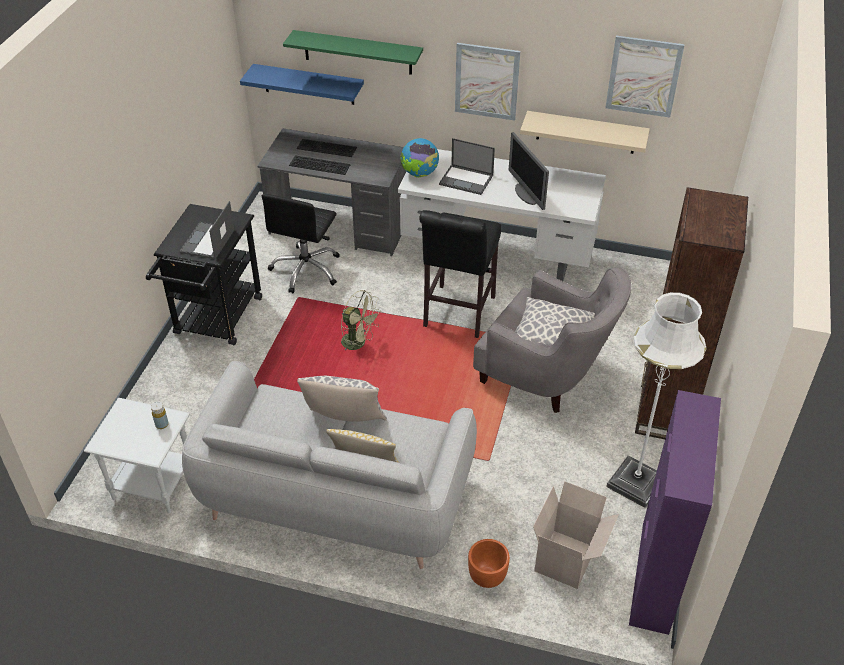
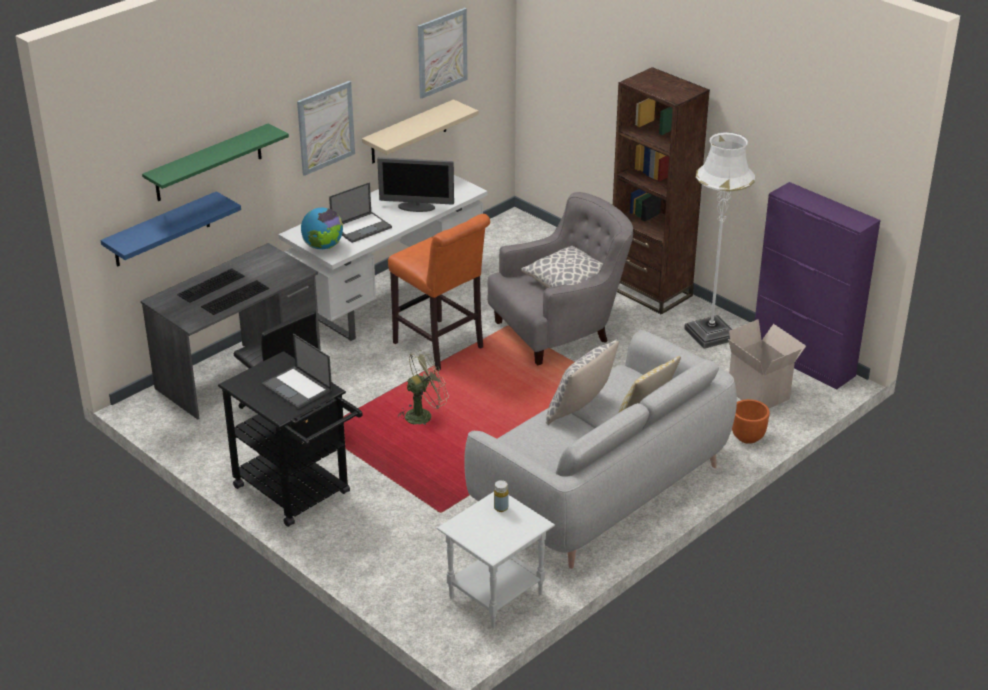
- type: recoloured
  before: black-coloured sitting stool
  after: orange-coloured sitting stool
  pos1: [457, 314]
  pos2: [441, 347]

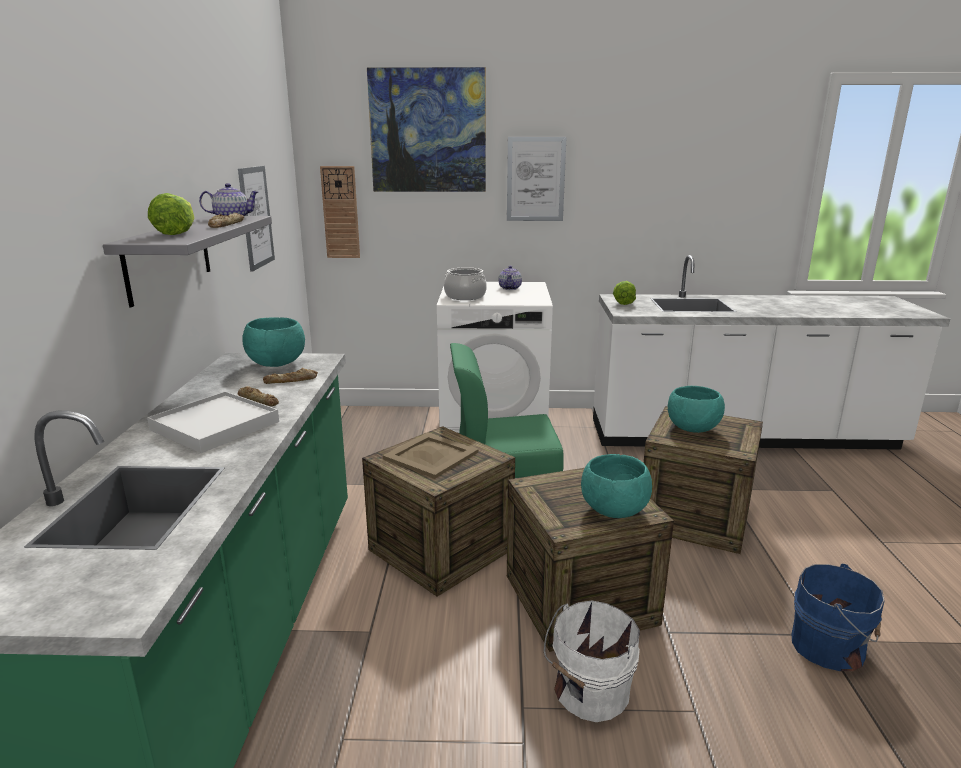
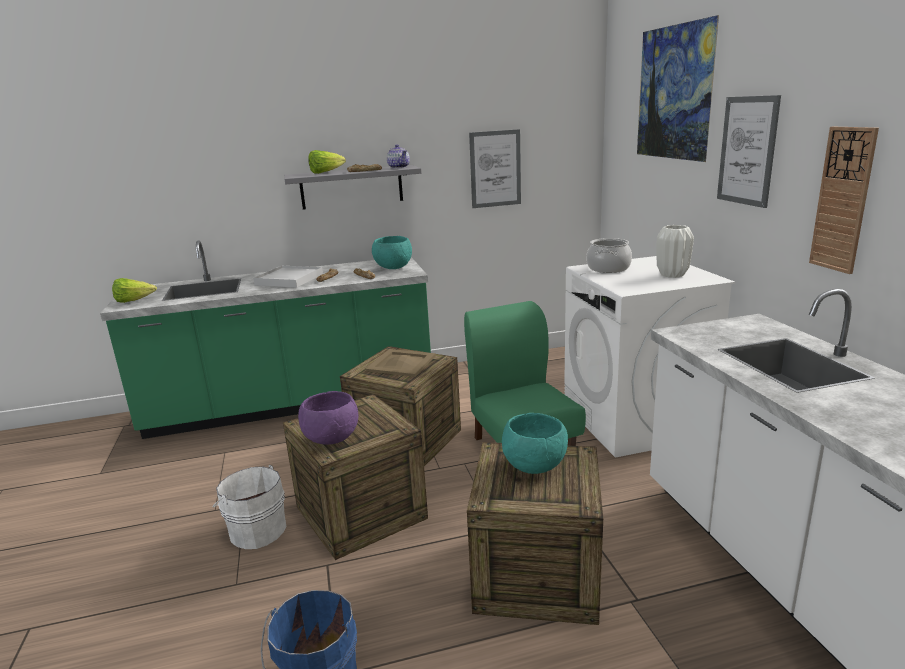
- type: moved
  before: wall clock
  pos1: [340, 212]
  pos2: [843, 200]
- type: replaced
  before: tea pot
  after: whitish vase
  pos1: [510, 288]
  pos2: [672, 275]
- type: moved
  before: lettuce head
  pos1: [623, 302]
  pos2: [134, 301]
- type: recoloured
  before: turquoise bowl
  after: purplish bowl
  pos1: [614, 510]
  pos2: [332, 439]

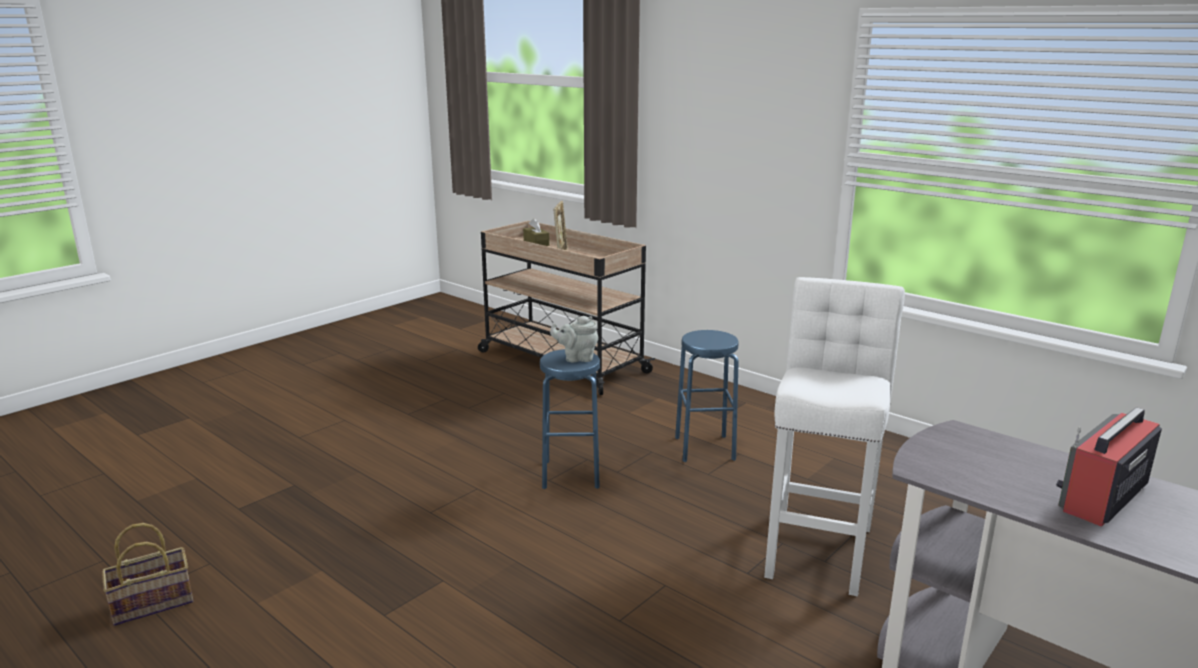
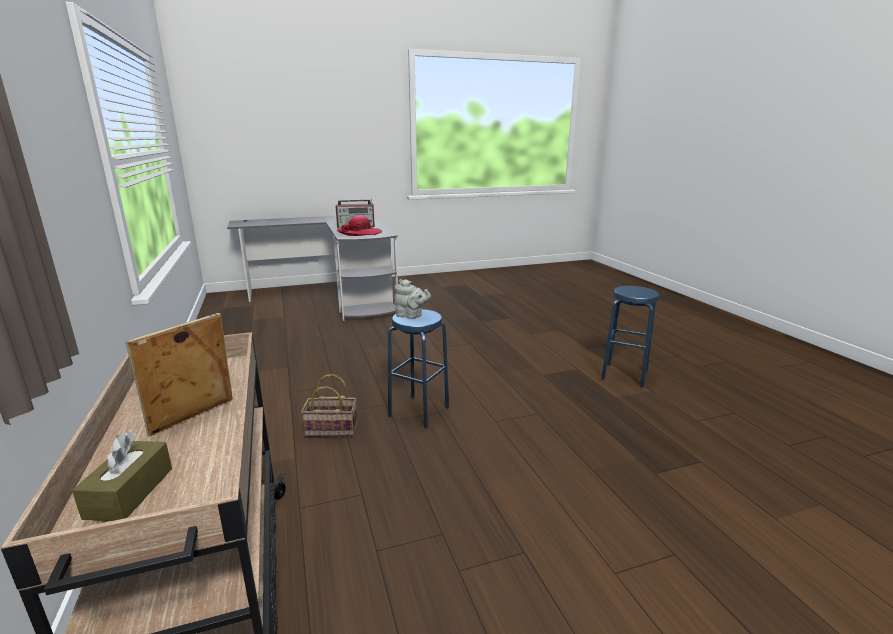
- type: removed
  before: whitish sitting stool
  pos1: [819, 546]
- type: moved
  before: blue-coloured sitting stool
  pos1: [704, 448]
  pos2: [624, 375]
- type: moved
  before: household basket
  pos1: [155, 602]
  pos2: [330, 430]
- type: added
  after: clothing hat
  pos2: [360, 233]

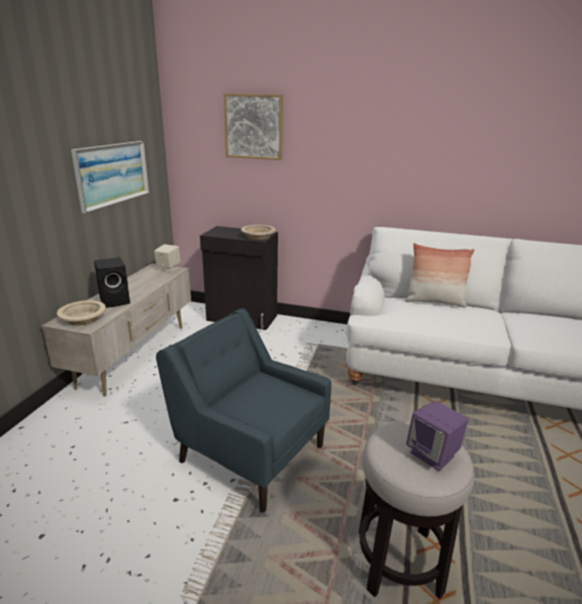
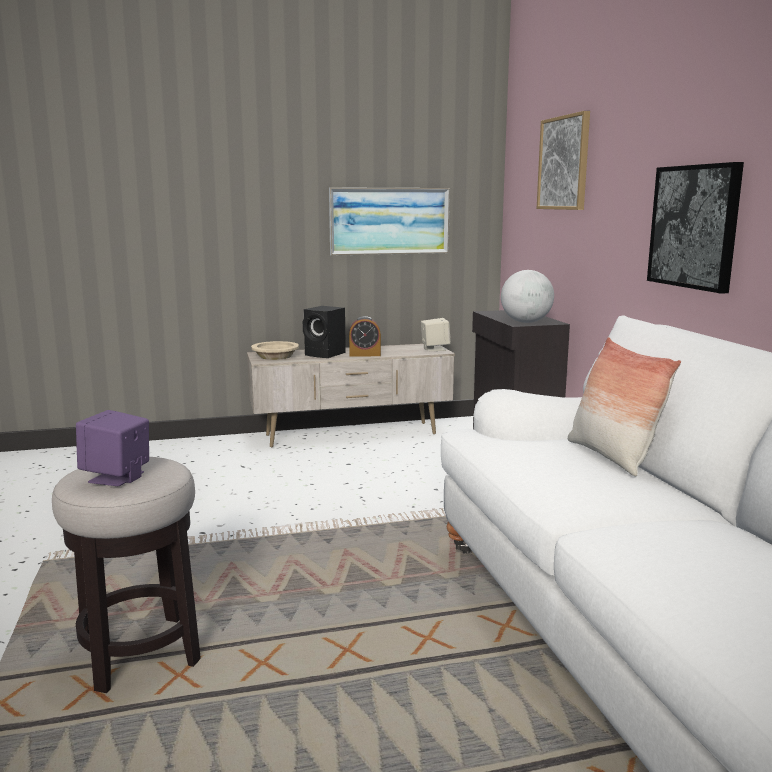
- type: replaced
  before: sand-coloured bowl
  after: desk globe
  pos1: [258, 236]
  pos2: [526, 322]
- type: removed
  before: blue-coloured easy chair
  pos1: [249, 451]
- type: added
  after: wall art
  pos2: [694, 226]
- type: added
  after: alarm clock
  pos2: [365, 355]

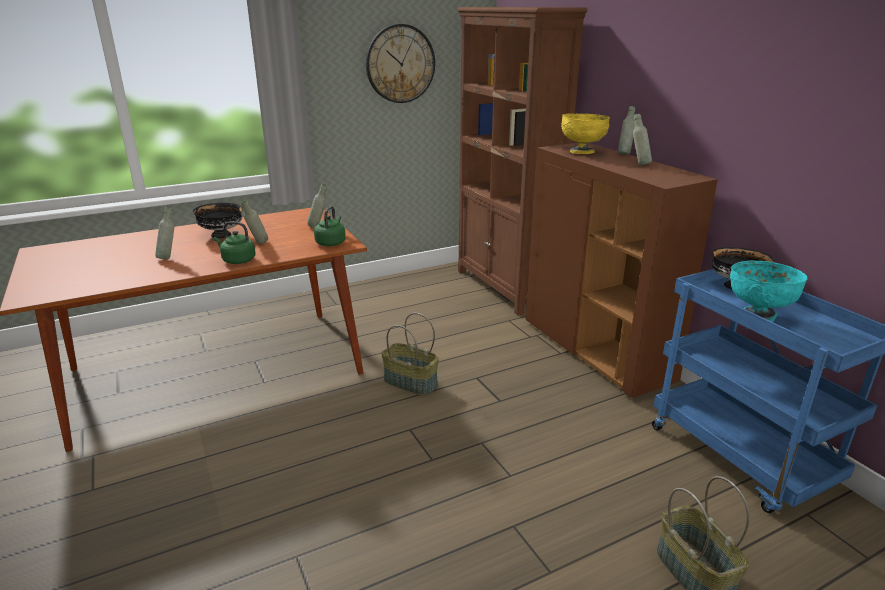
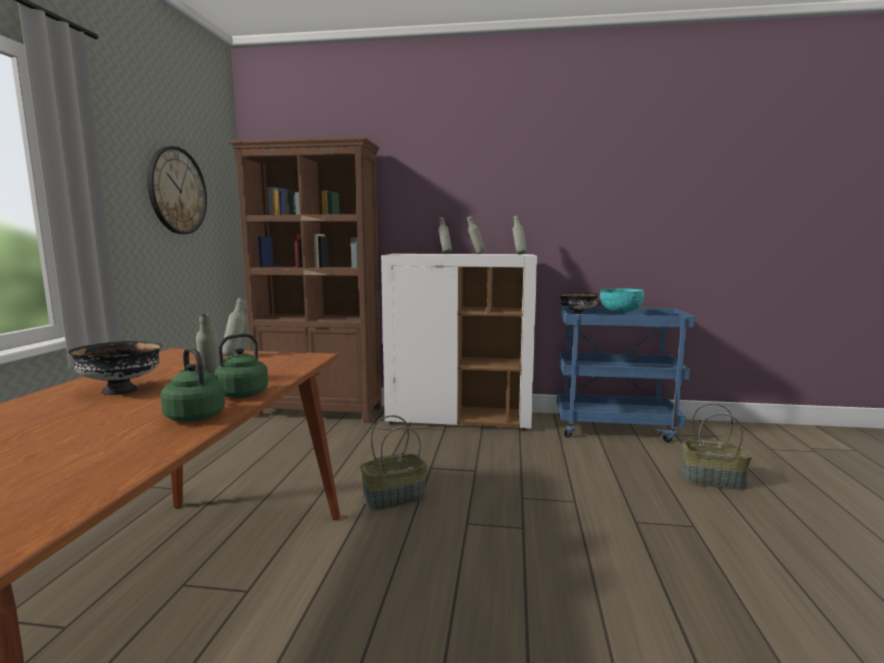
- type: removed
  before: yellow-coloured bowl
  pos1: [582, 152]
- type: recoloured
  before: brown storage cabinet
  after: whitish storage cabinet
  pos1: [596, 351]
  pos2: [460, 419]
- type: moved
  before: green-coloured kettle
  pos1: [331, 242]
  pos2: [194, 416]
- type: moved
  before: gray drink bottle
  pos1: [169, 257]
  pos2: [518, 254]

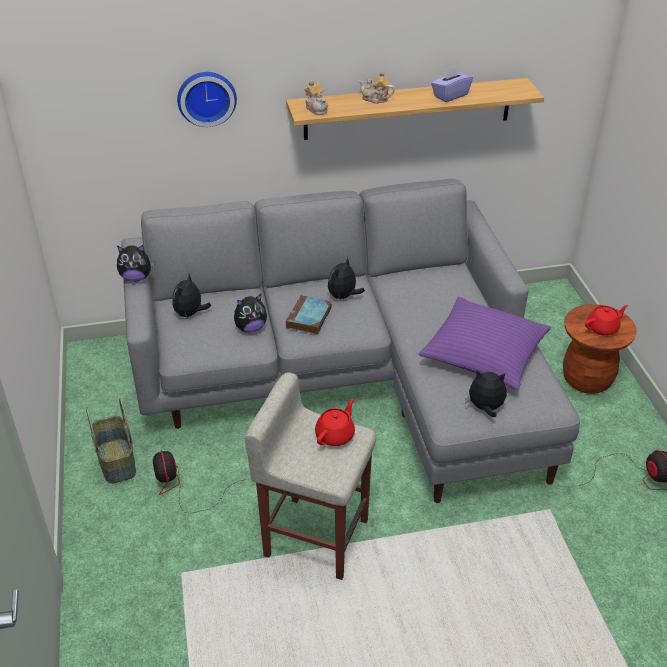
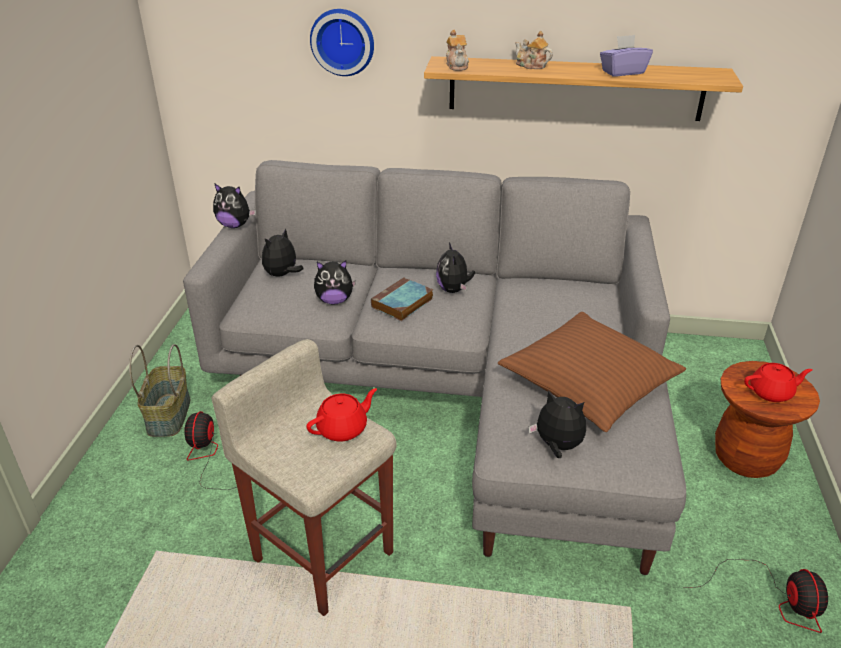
- type: turned
  before: plush toy
  pos1: [343, 296]
  pos2: [454, 290]
  turn: -60
- type: recoloured
  before: purplish throw pillow
  after: brown throw pillow
  pos1: [484, 353]
  pos2: [589, 382]

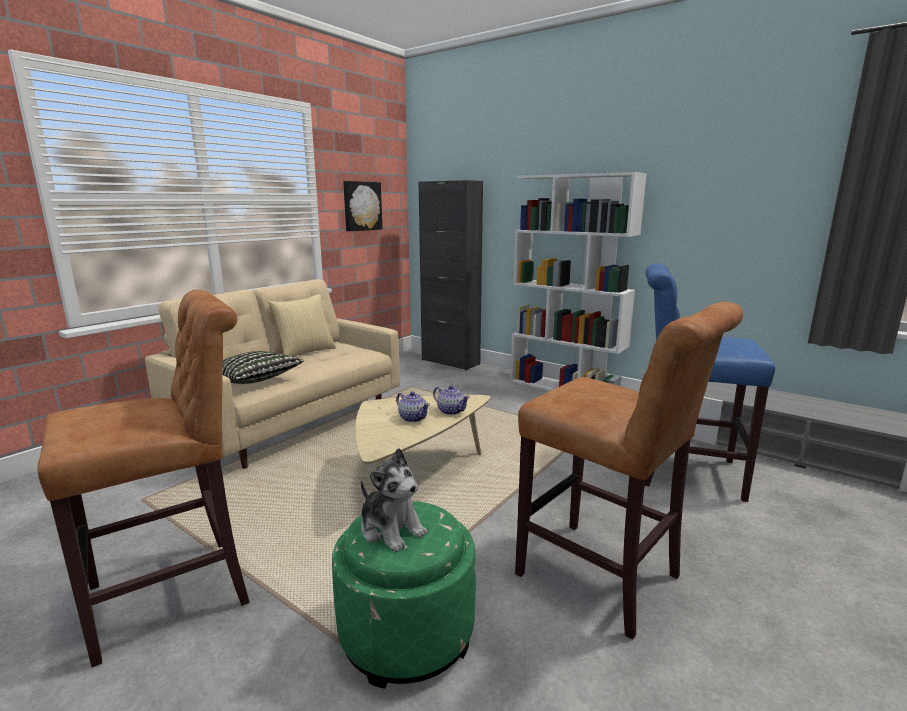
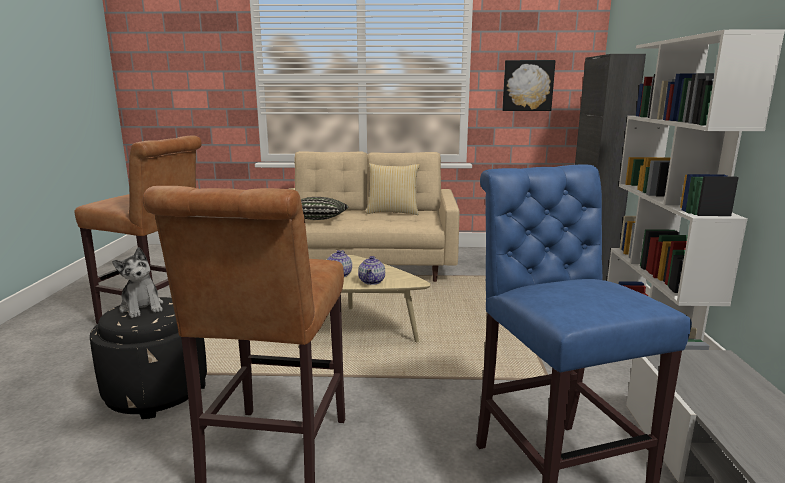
- type: turned
  before: plush toy
  pos1: [391, 529]
  pos2: [142, 307]
  turn: -45
- type: recoloured
  before: green-coloured ottoman
  after: black-coloured ottoman
  pos1: [407, 633]
  pos2: [157, 391]

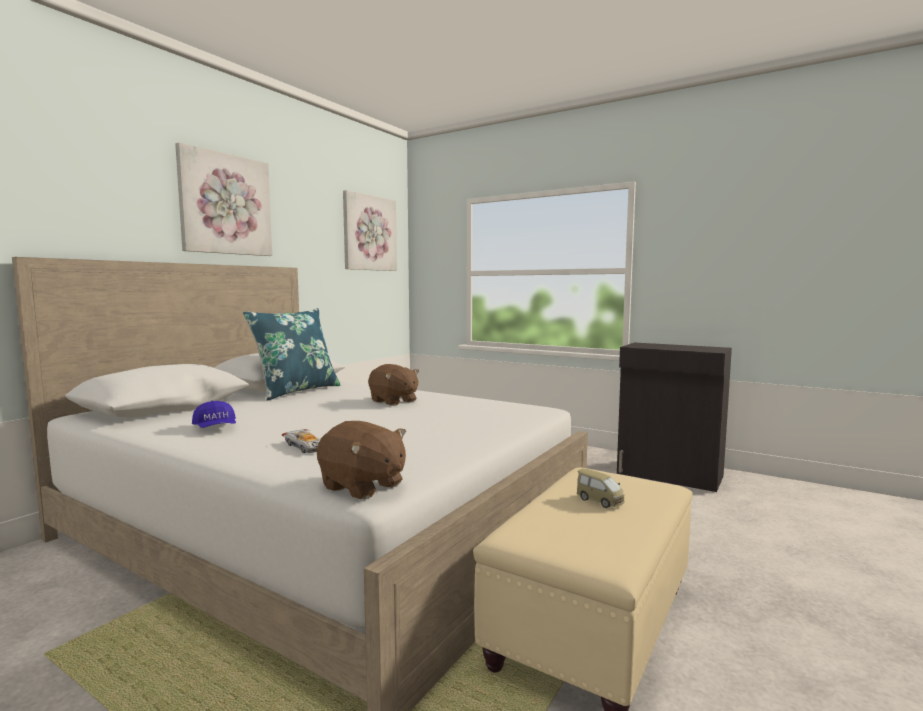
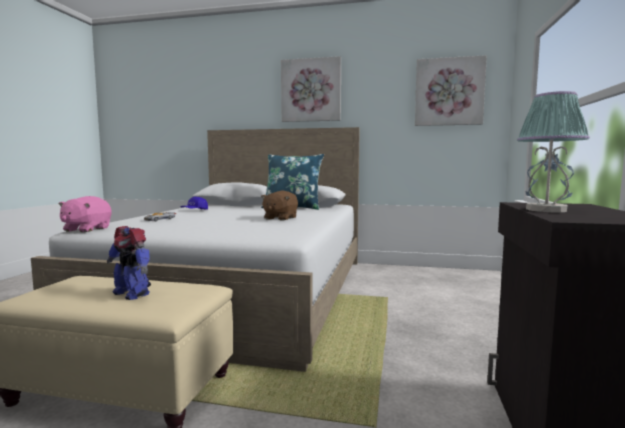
- type: recoloured
  before: brown plush toy
  after: pink-coloured plush toy
  pos1: [362, 486]
  pos2: [86, 229]
- type: replaced
  before: toy car
  after: toy robot
  pos1: [600, 501]
  pos2: [132, 293]
- type: added
  after: lamp for a table
  pos2: [545, 210]

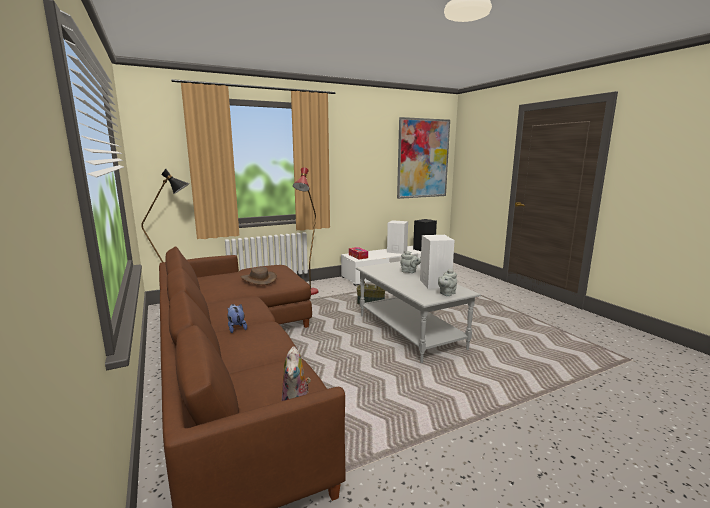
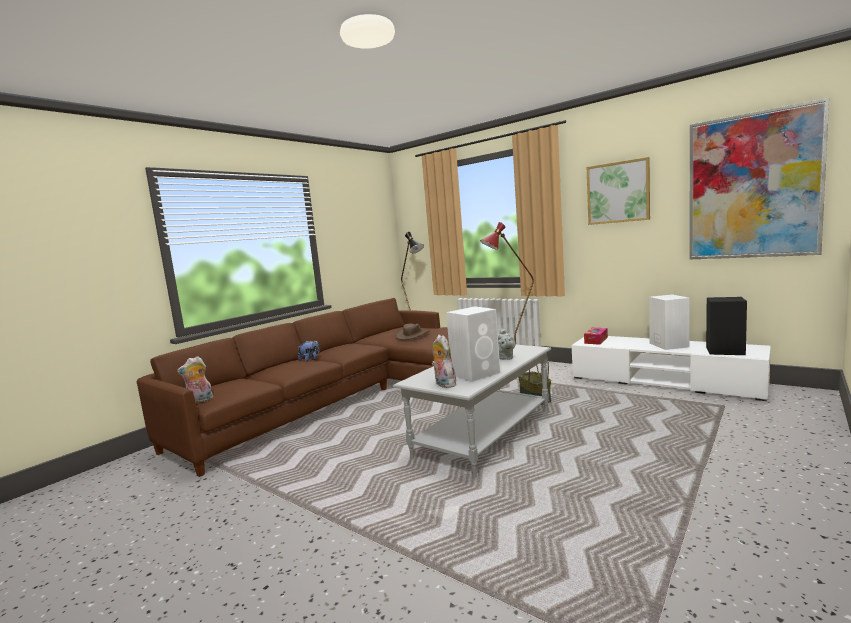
- type: replaced
  before: gray tea pot
  after: plush toy
  pos1: [446, 293]
  pos2: [443, 384]
- type: added
  after: wall art
  pos2: [618, 192]

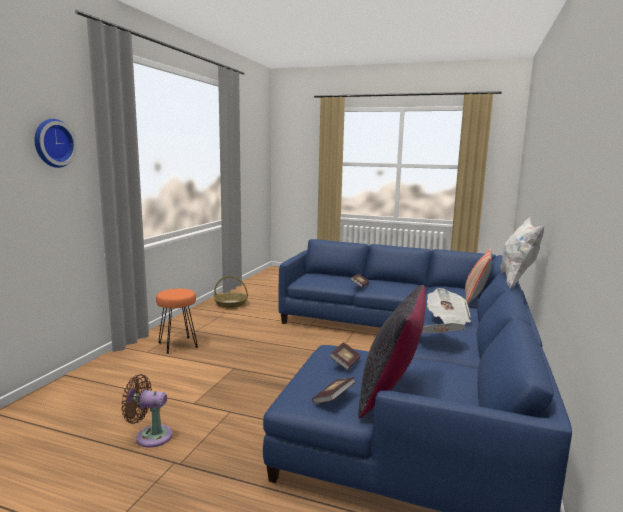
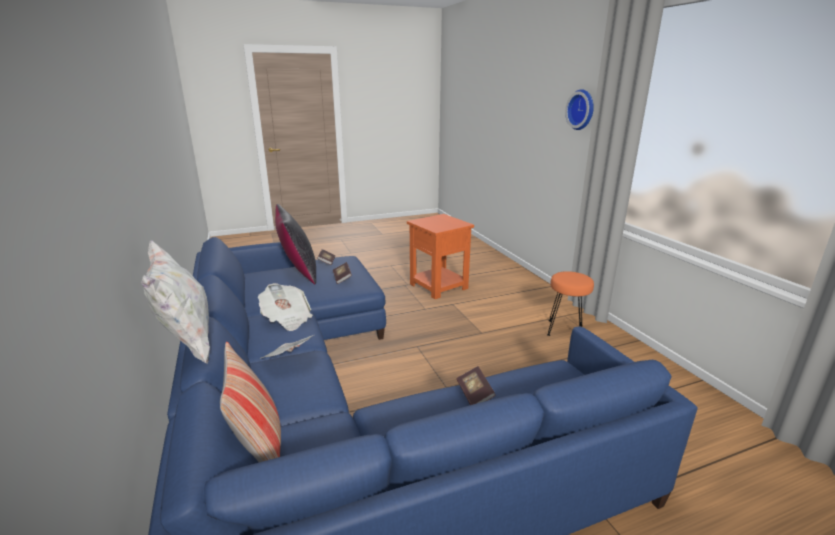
- type: removed
  before: household basket
  pos1: [231, 304]
- type: replaced
  before: brown cooling fan
  after: orange-coloured accent table
  pos1: [150, 436]
  pos2: [438, 286]

